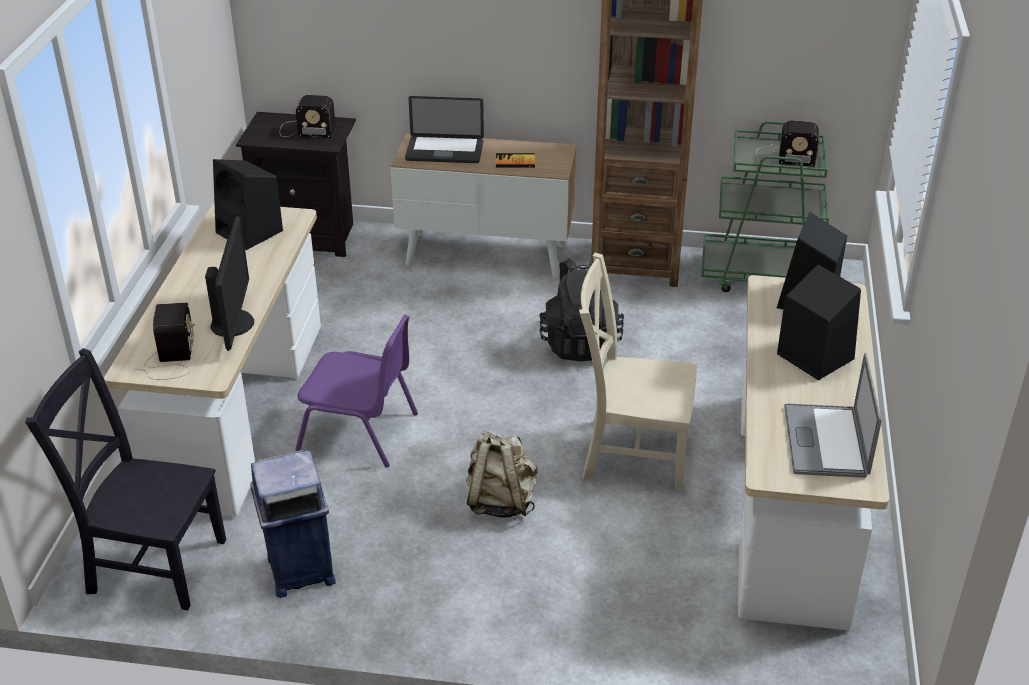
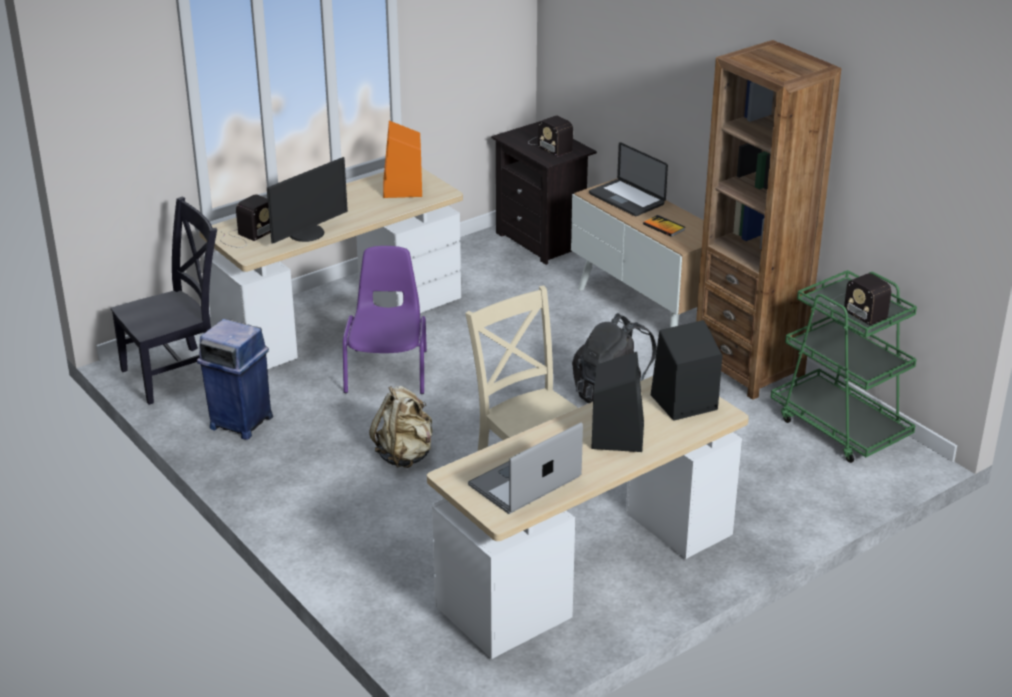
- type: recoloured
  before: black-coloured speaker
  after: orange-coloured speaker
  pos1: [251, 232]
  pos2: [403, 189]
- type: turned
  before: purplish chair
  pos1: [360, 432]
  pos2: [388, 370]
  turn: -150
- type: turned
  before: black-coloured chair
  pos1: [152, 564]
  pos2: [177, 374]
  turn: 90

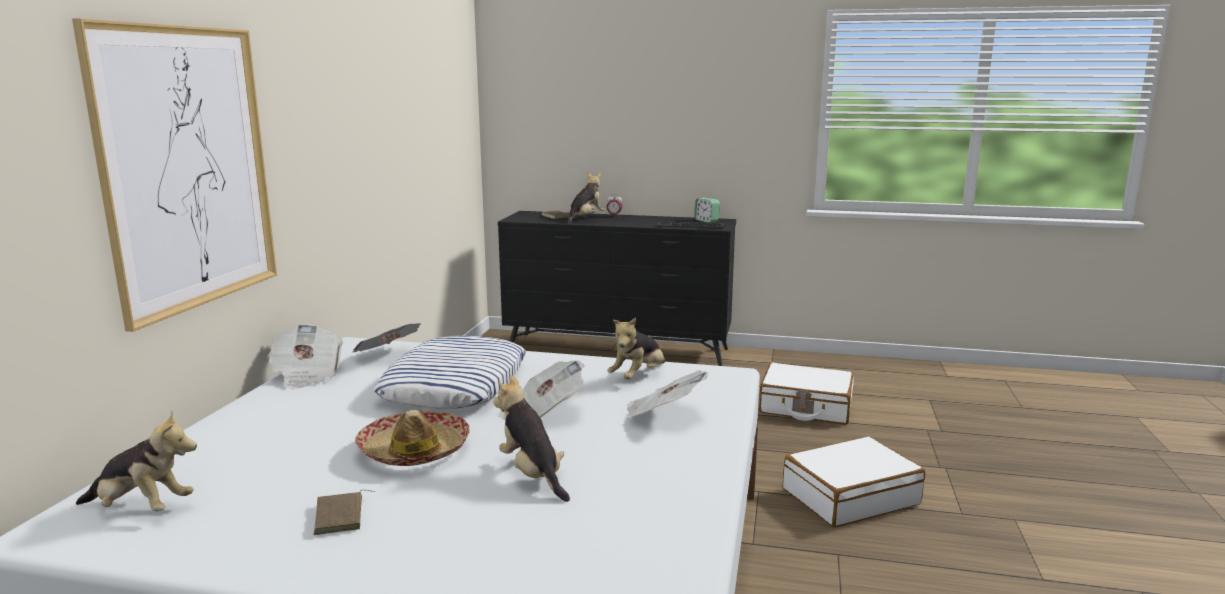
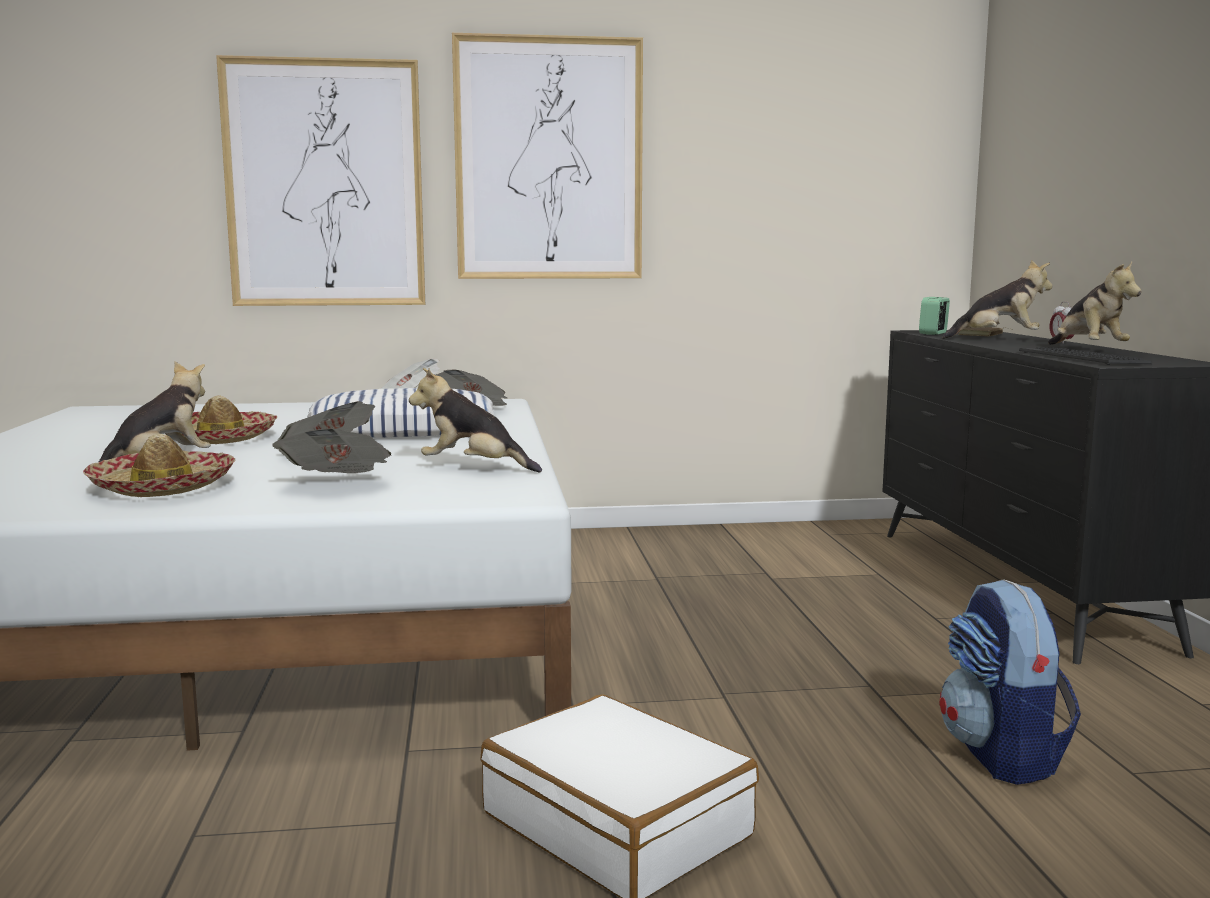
- type: moved
  before: alarm clock
  pos1: [706, 221]
  pos2: [933, 333]
- type: replaced
  before: whitish travel case
  after: backpack
  pos1: [805, 407]
  pos2: [1002, 755]
- type: moved
  before: plush toy
  pos1: [141, 508]
  pos2: [1088, 349]
- type: removed
  before: brown bound book
  pos1: [341, 516]
- type: added
  after: wall art
  pos2: [549, 160]
- type: added
  after: clothing hat
  pos2: [163, 488]

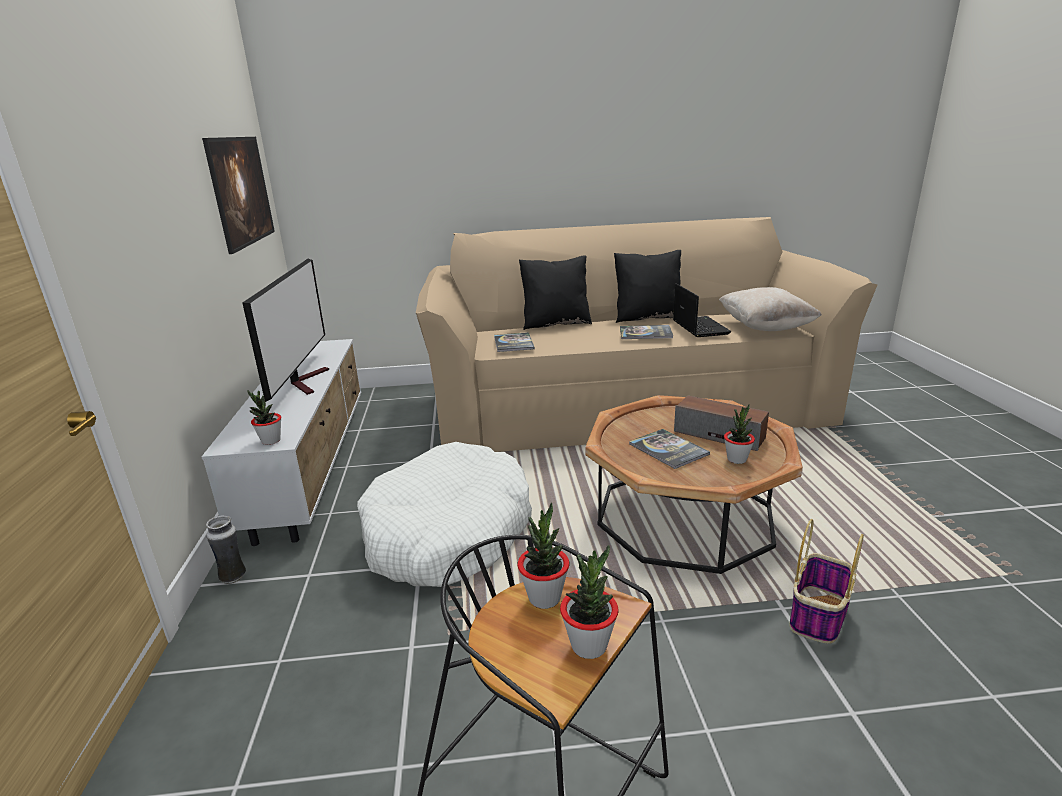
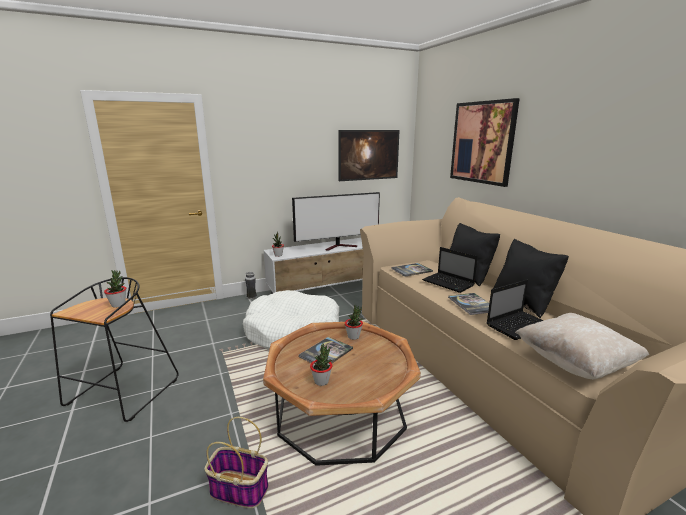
- type: removed
  before: speaker
  pos1: [719, 434]
- type: moved
  before: houseplant
  pos1: [589, 645]
  pos2: [353, 337]
- type: added
  after: wall art
  pos2: [482, 142]
- type: added
  after: notebook computer
  pos2: [449, 283]

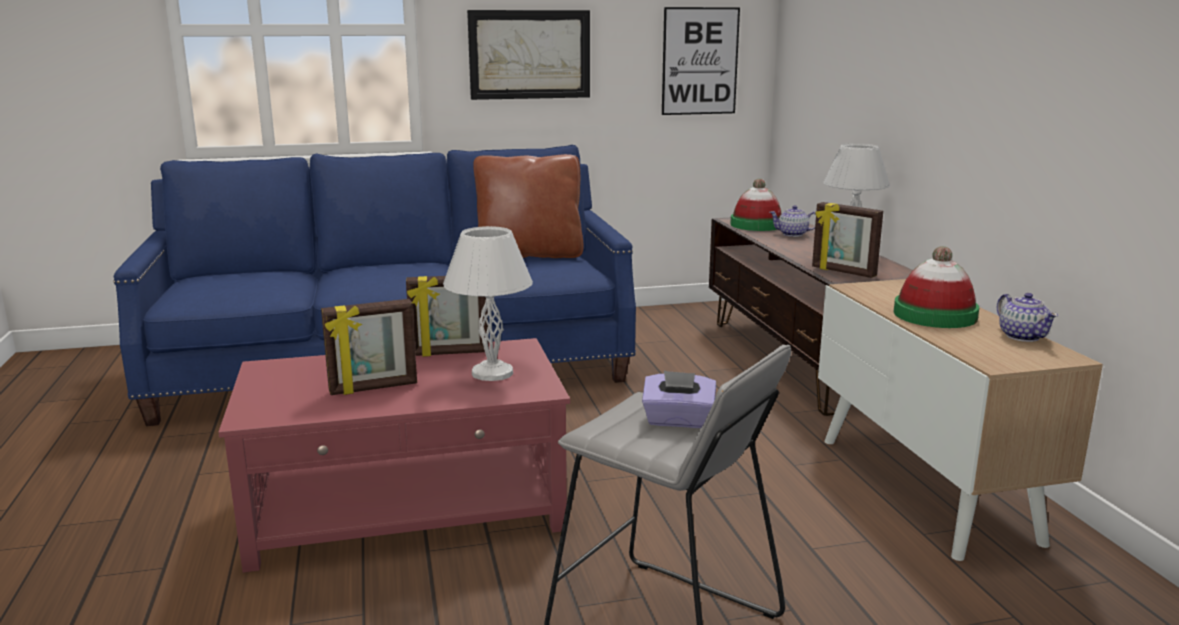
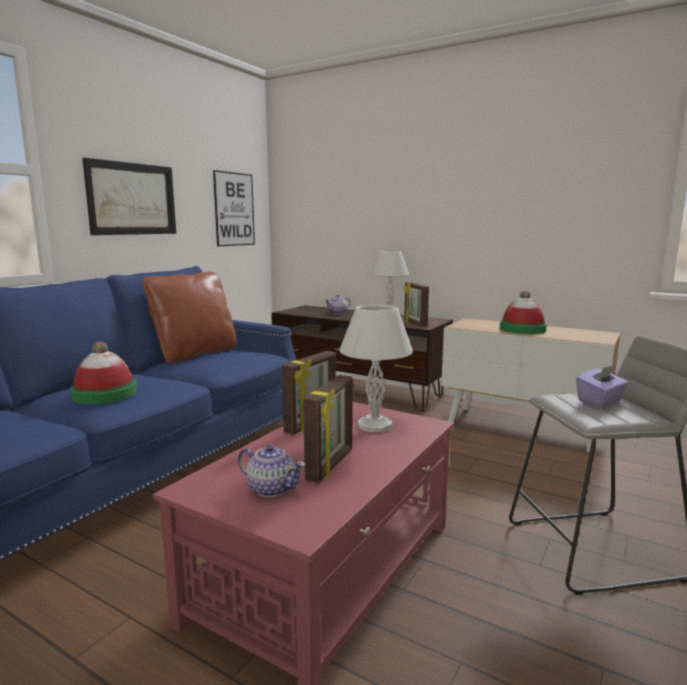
- type: moved
  before: clothing hat
  pos1: [756, 225]
  pos2: [105, 394]
- type: turned
  before: standing frame
  pos1: [843, 272]
  pos2: [414, 324]
  turn: 75
- type: moved
  before: tea pot
  pos1: [1022, 336]
  pos2: [271, 488]

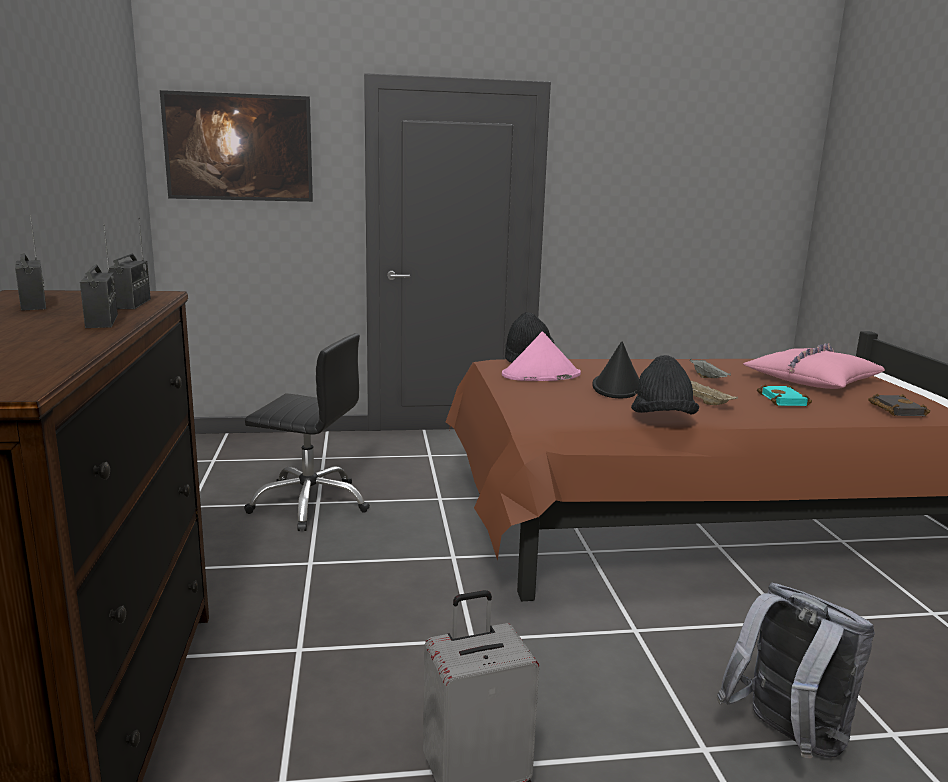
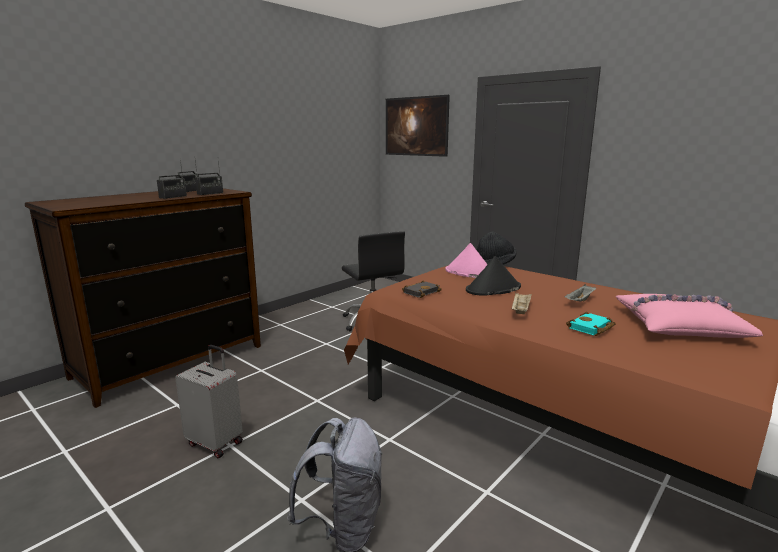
- type: removed
  before: black-coloured clothing hat
  pos1: [662, 419]
- type: moved
  before: black-coloured bound book
  pos1: [894, 409]
  pos2: [421, 292]

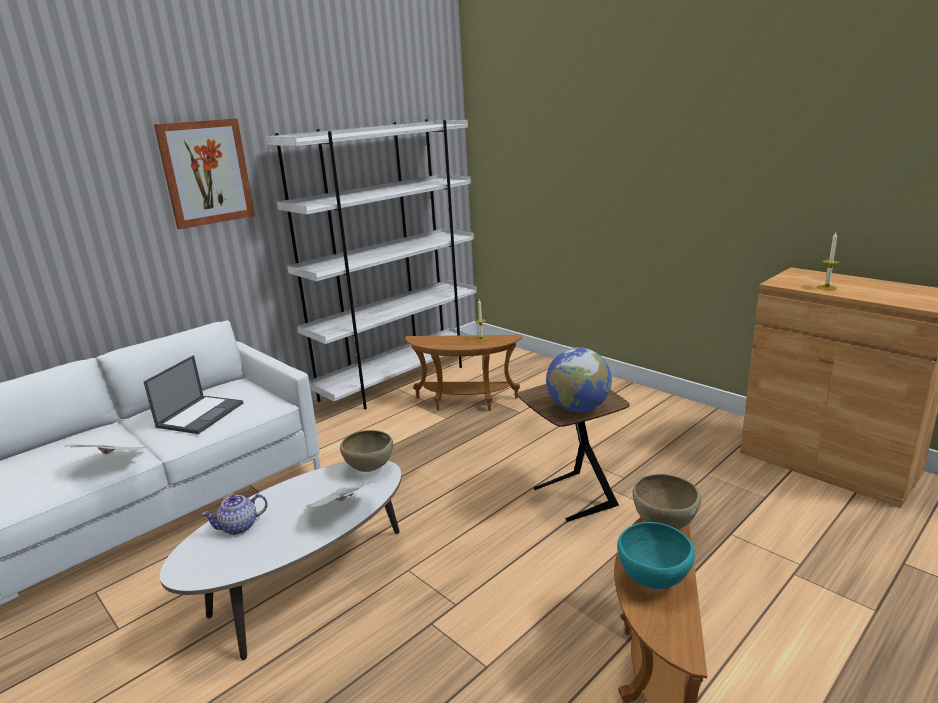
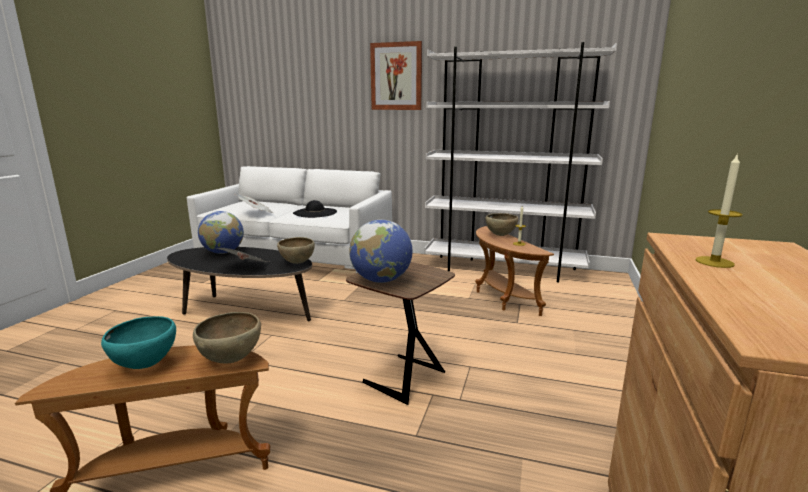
- type: replaced
  before: notebook computer
  after: black-coloured clothing hat
  pos1: [201, 414]
  pos2: [315, 212]
- type: recoloured
  before: whitish coffee table
  after: black-coloured coffee table
  pos1: [306, 588]
  pos2: [244, 311]
- type: replaced
  before: tea pot
  after: desk globe
  pos1: [239, 527]
  pos2: [223, 252]
- type: added
  after: brown bowl
  pos2: [501, 235]

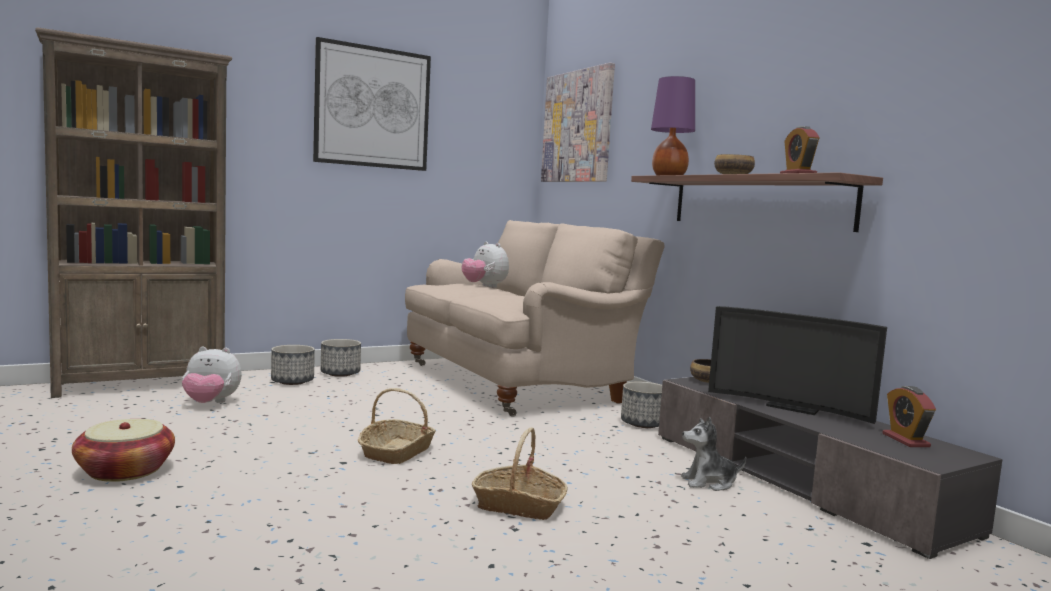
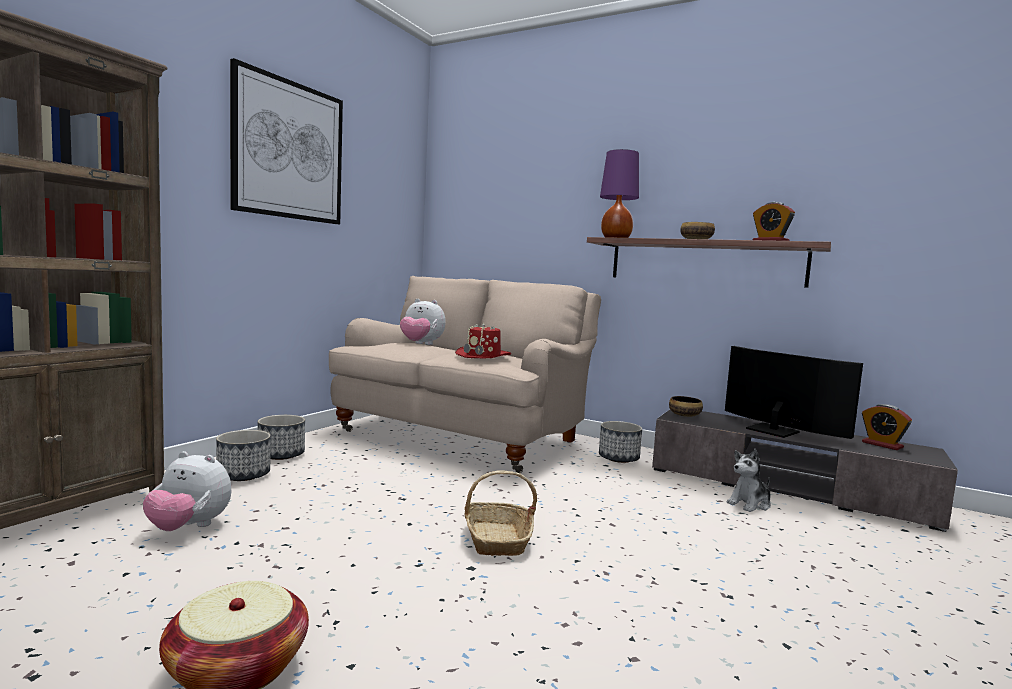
- type: removed
  before: wall art
  pos1: [578, 126]
- type: turned
  before: TV set
  pos1: [792, 407]
  pos2: [776, 429]
  turn: -135
- type: turned
  before: plush toy
  pos1: [210, 403]
  pos2: [189, 527]
  turn: 45
- type: removed
  before: household basket
  pos1: [519, 505]
- type: added
  after: red clothing hat
  pos2: [483, 355]

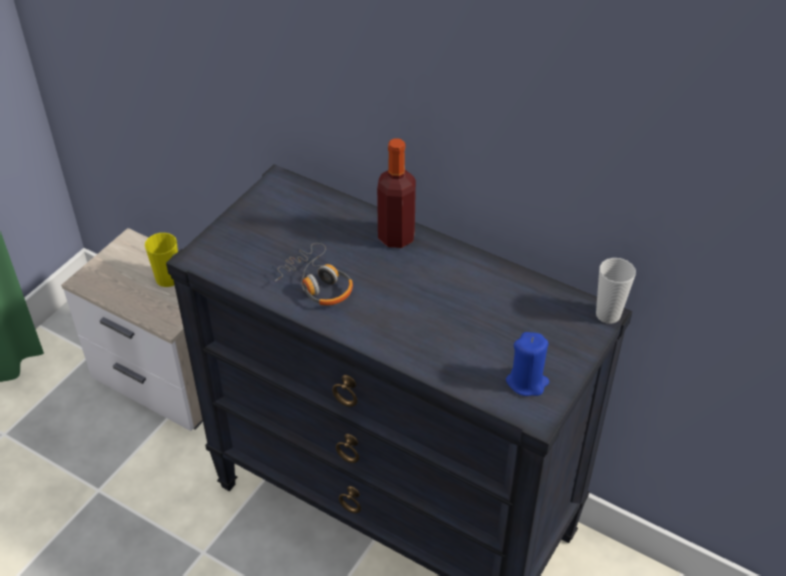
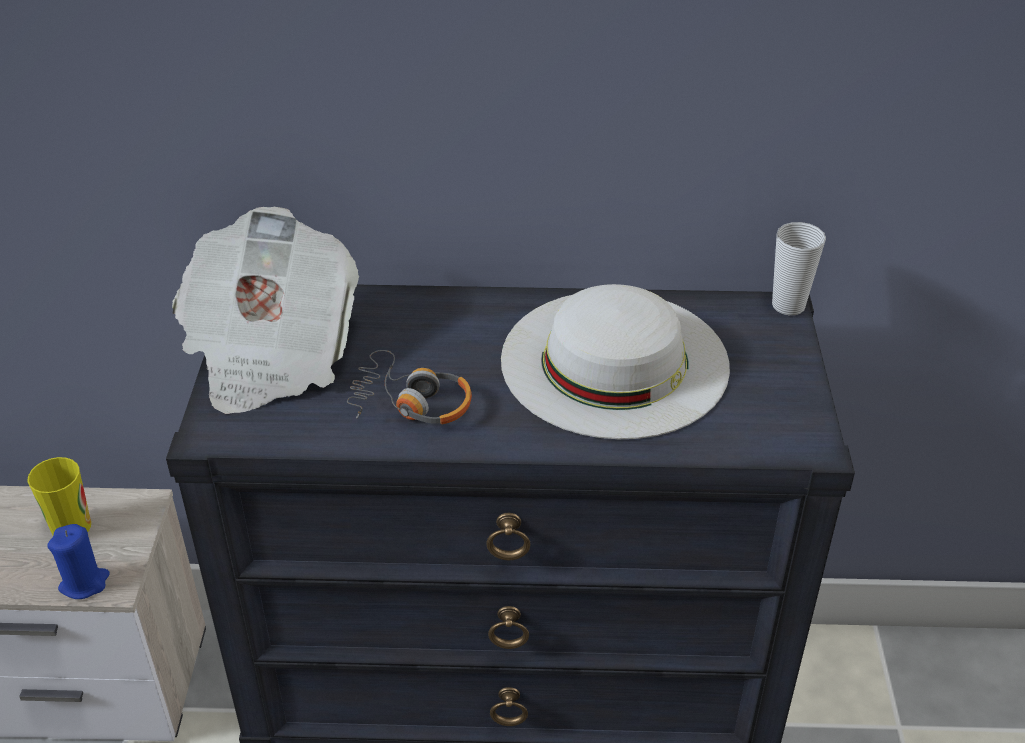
- type: removed
  before: drink bottle
  pos1: [396, 237]
- type: moved
  before: blue-coloured wax candle
  pos1: [527, 382]
  pos2: [84, 583]
- type: added
  after: daily paper
  pos2: [269, 351]
- type: added
  after: whitish clothing hat
  pos2: [615, 361]

